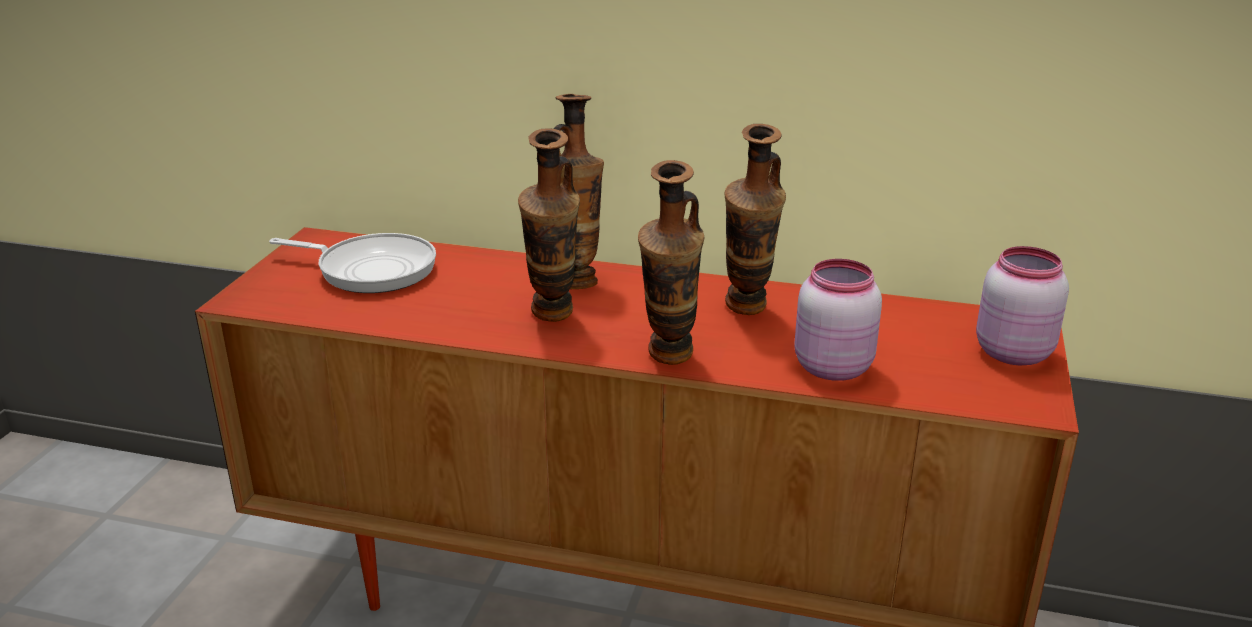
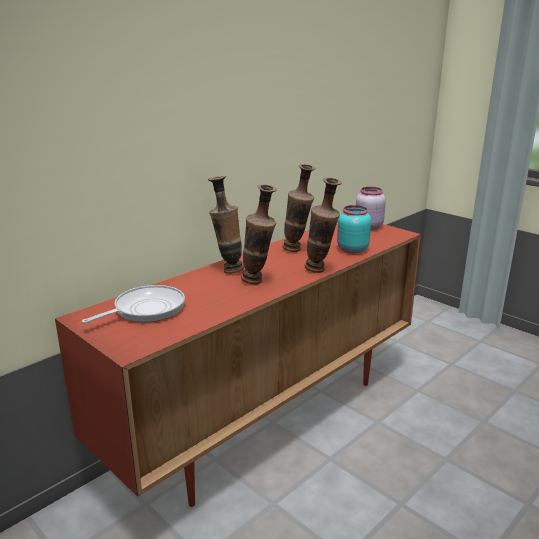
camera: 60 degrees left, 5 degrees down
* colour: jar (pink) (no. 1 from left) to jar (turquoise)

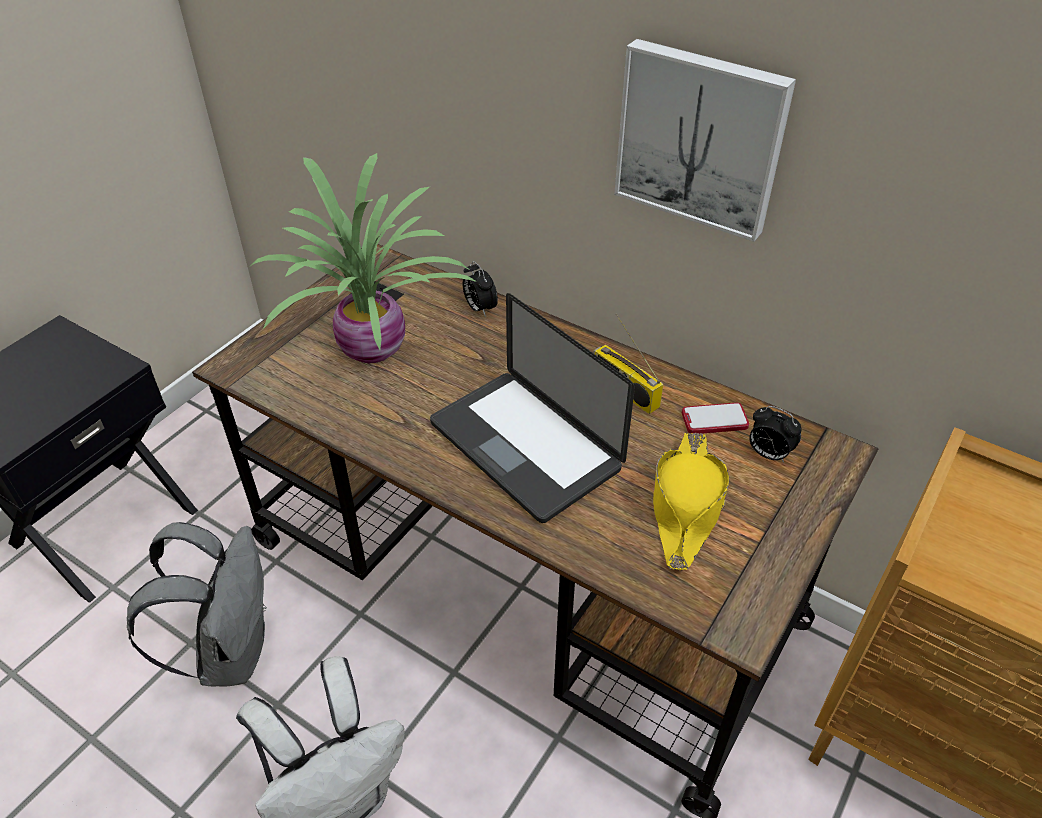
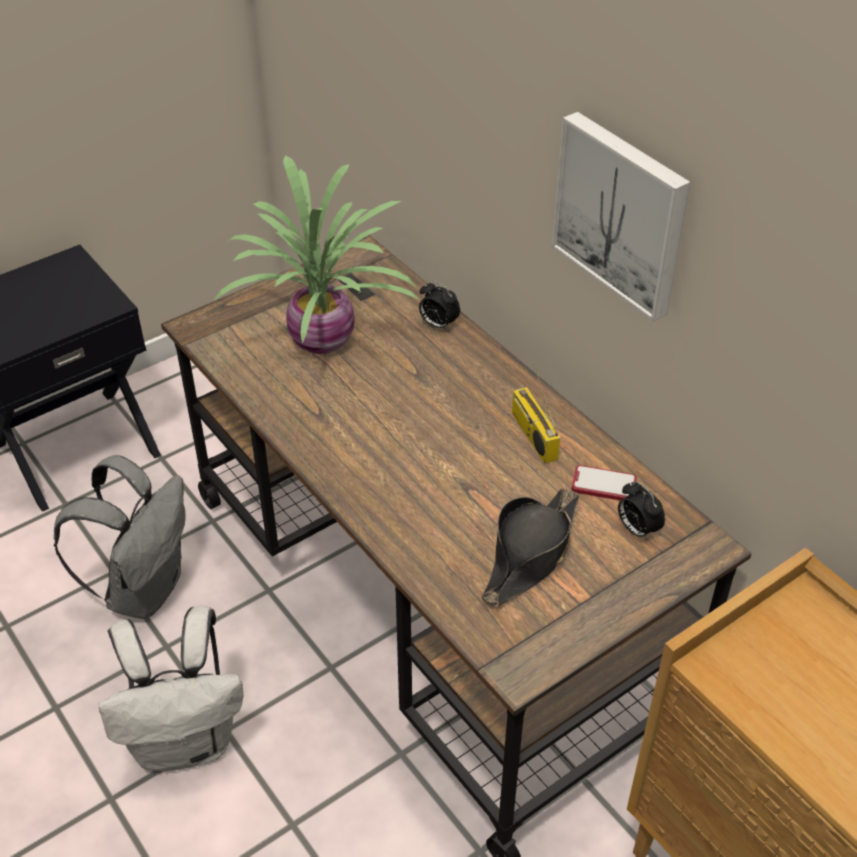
camera: 20 degrees right, 0 degrees up
* missing: laptop
* spun: alarm clock (no. 1 from left) 45 degrees counterclockwise
* colour: hat (yellow) to hat (black)

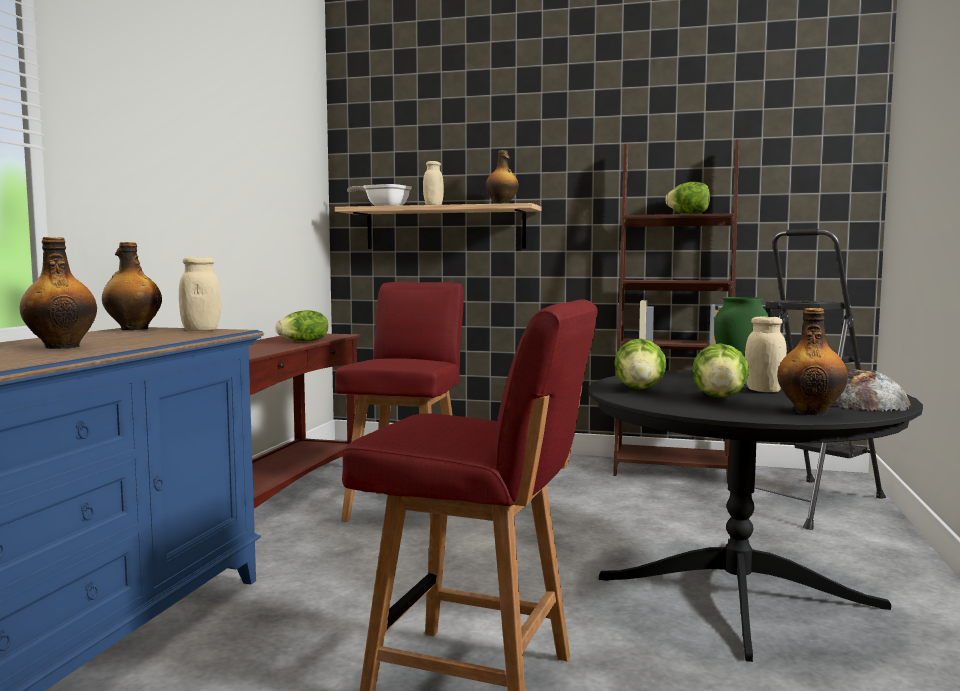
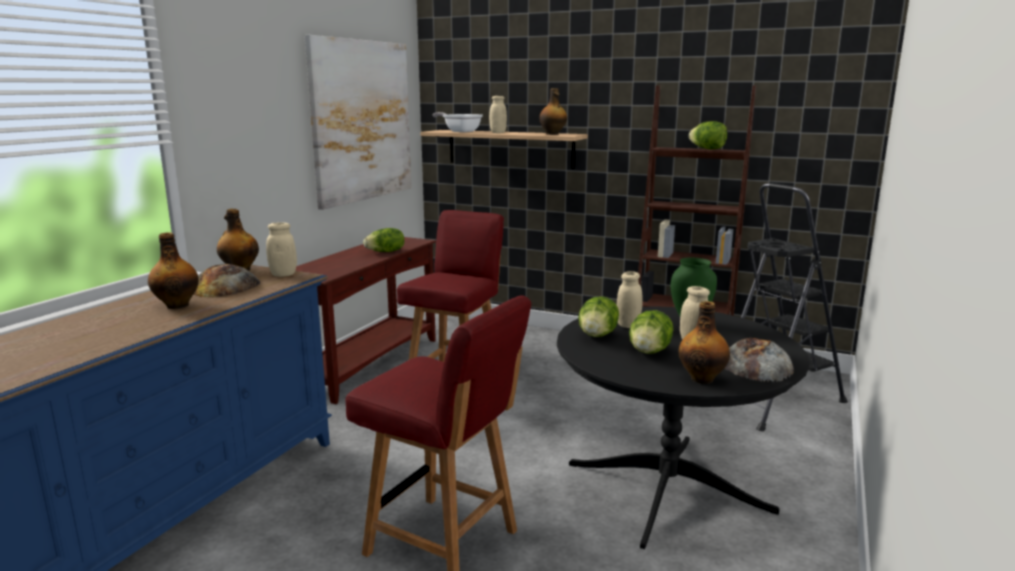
camera: 10 degrees right, 10 degrees up
* appeared: bread (no. 1 from left)
* appeared: picture
* appeared: jar (beige) (no. 3 from left)

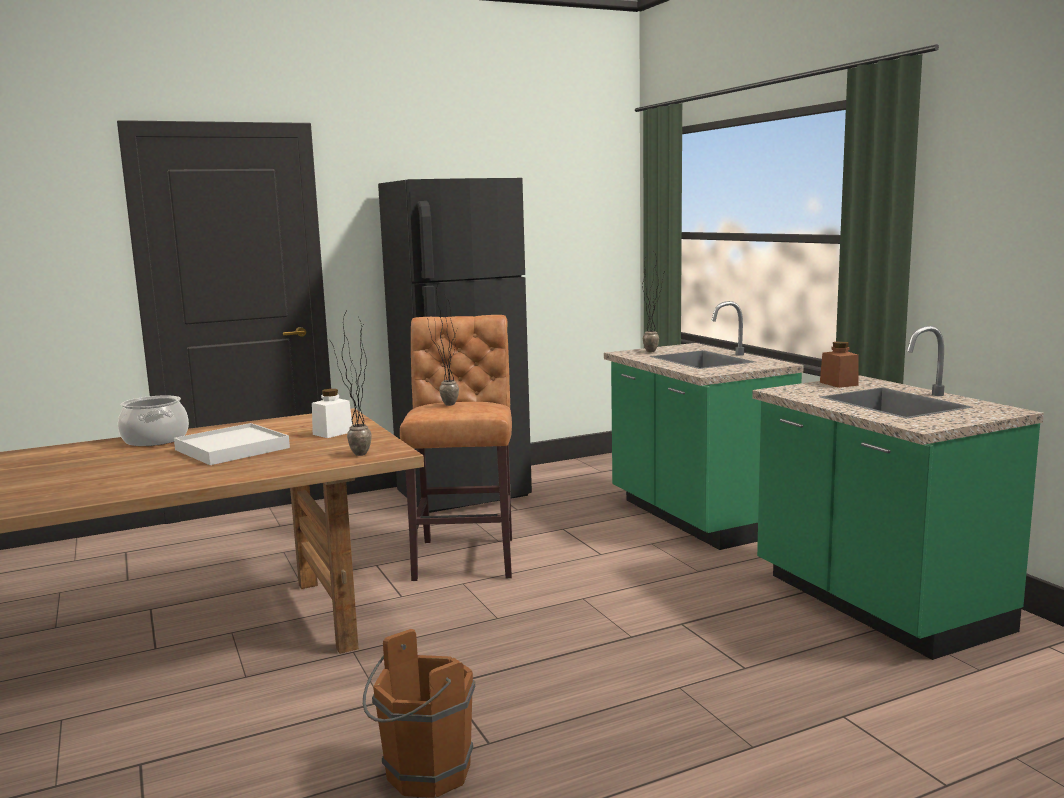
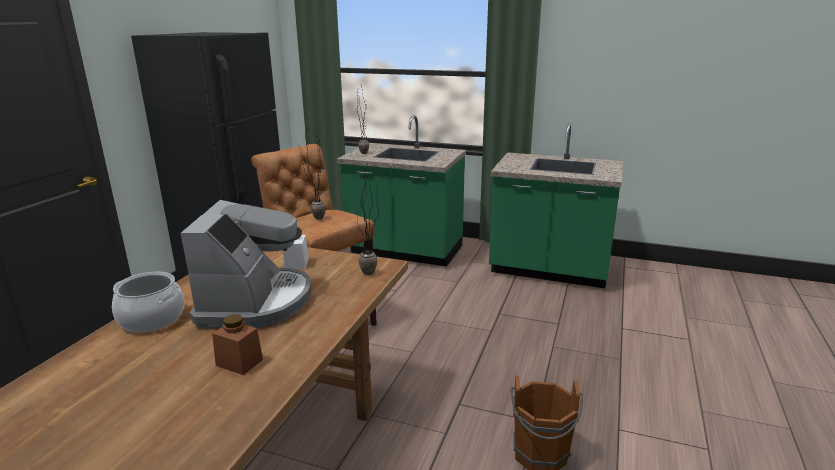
camera: 45 degrees left, 10 degrees up
* exchanged: tray (white) to coffee machine
* relocated: jar (brown)

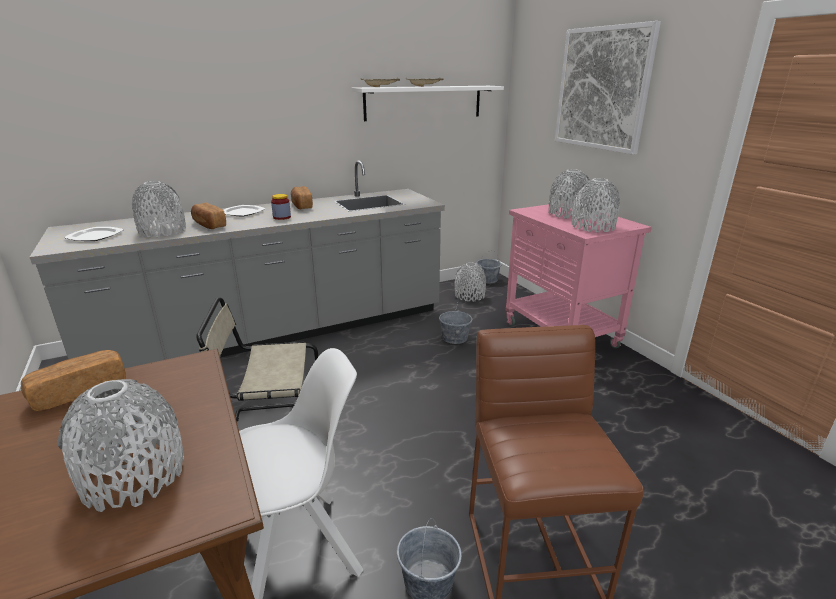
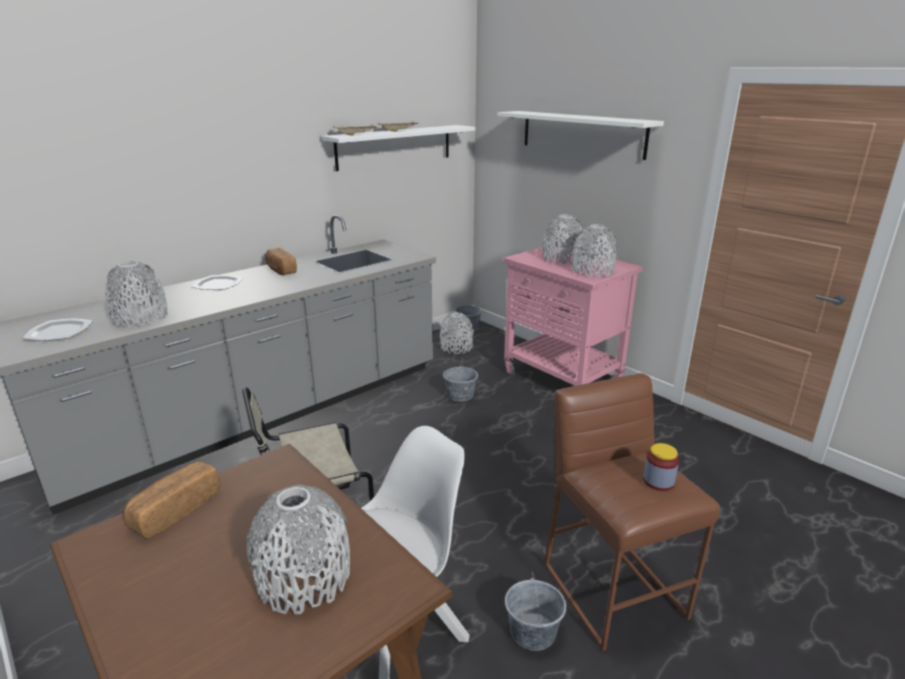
camera: 15 degrees left, 0 degrees up
* missing: bread (no. 2 from left)
* relocated: jar
* exchanged: picture to shelf (white) (no. 2 from left)

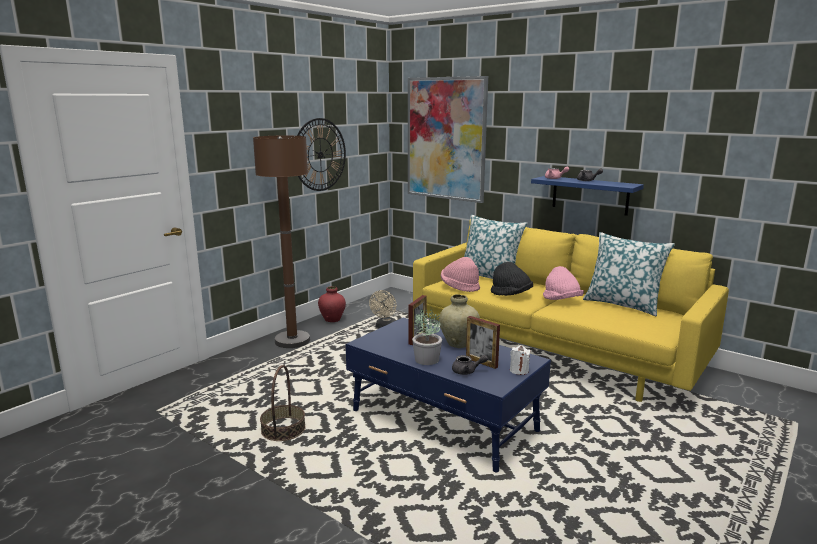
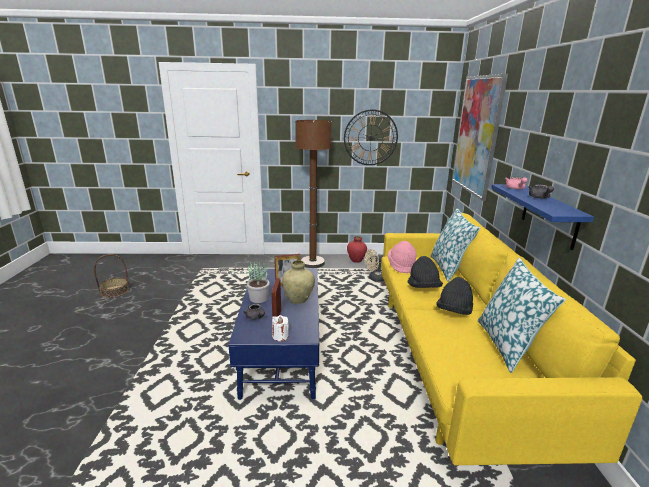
camera: 50 degrees right, 5 degrees up
* relocated: basket
* colour: hat (pink) (no. 2 from left) to hat (black) (no. 2 from left)

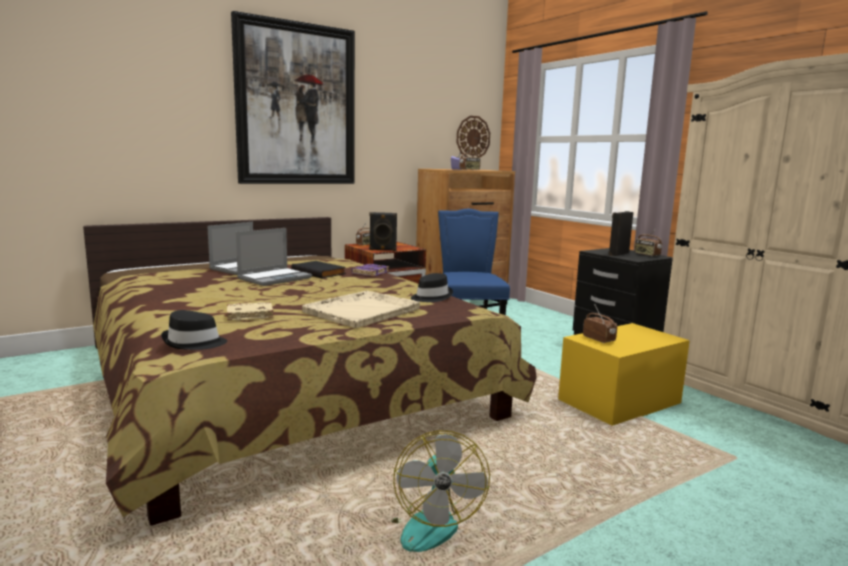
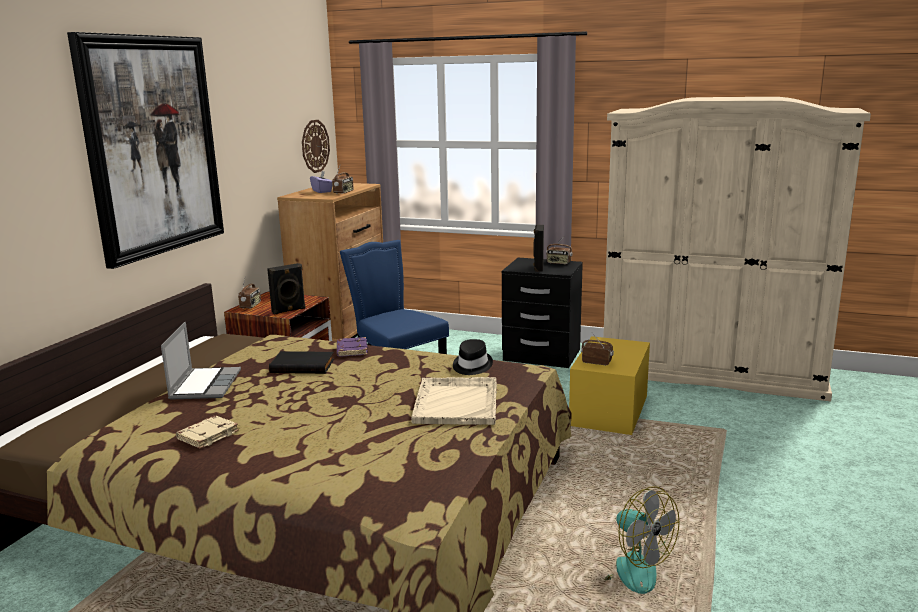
camera: 35 degrees left, 5 degrees up
* missing: hat (black) (no. 1 from left)
* relocated: book (beige)
* missing: laptop (no. 2 from left)

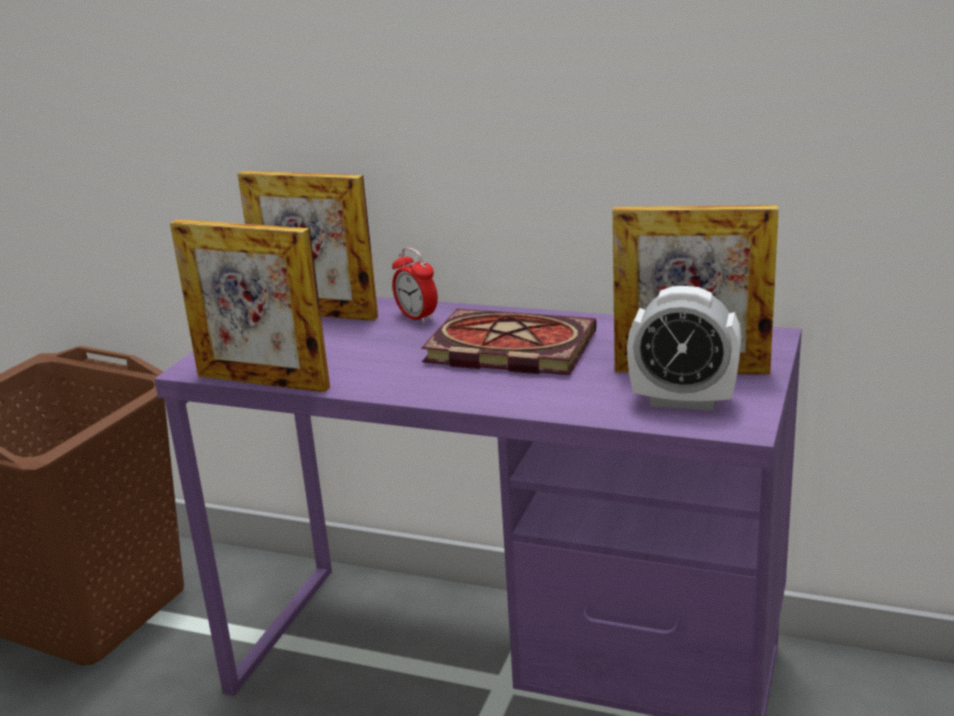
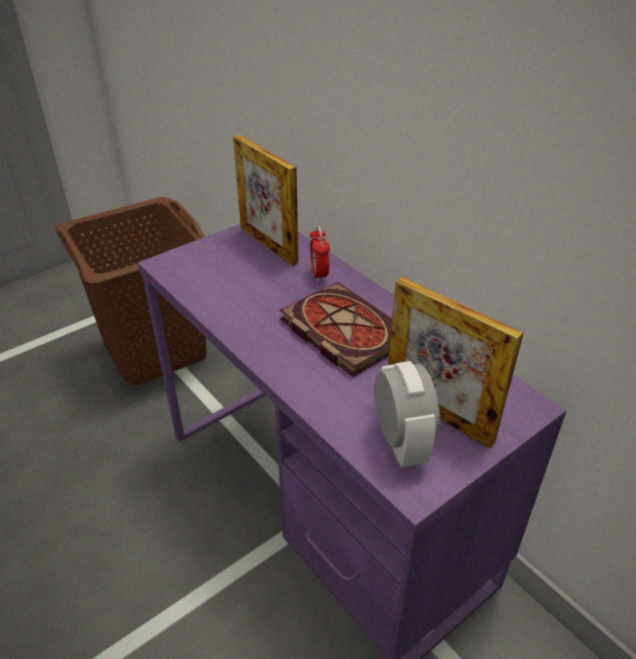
camera: 30 degrees right, 15 degrees up
* missing: picture frame (no. 1 from left)
* spun: alarm clock (no. 2 from left) 150 degrees counterclockwise

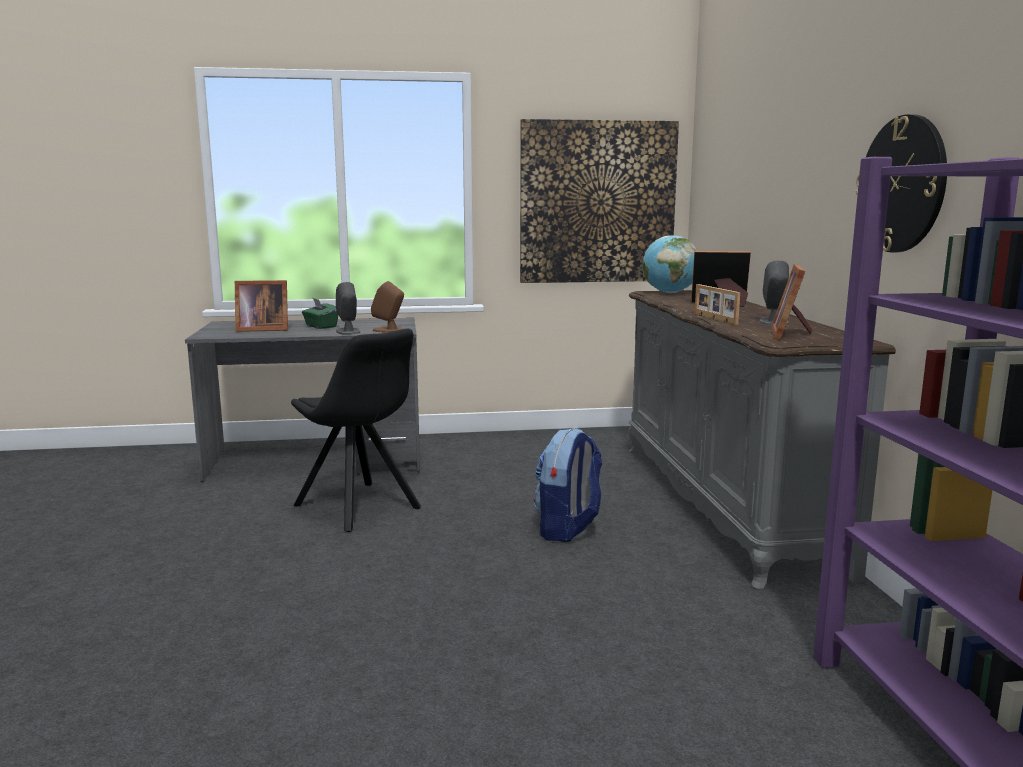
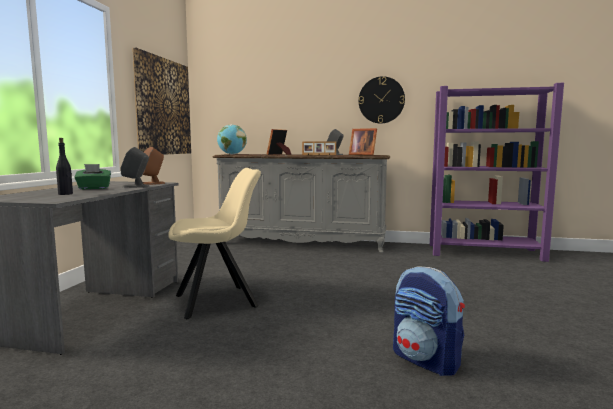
camera: 70 degrees left, 5 degrees down
* exchanged: picture frame (no. 1 from left) to bottle (black)
* colour: chair (black) to chair (beige)
* relocated: backpack

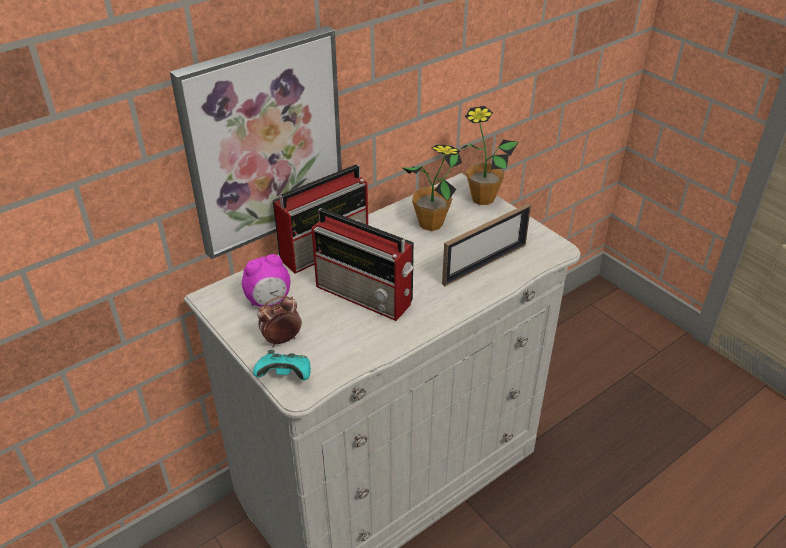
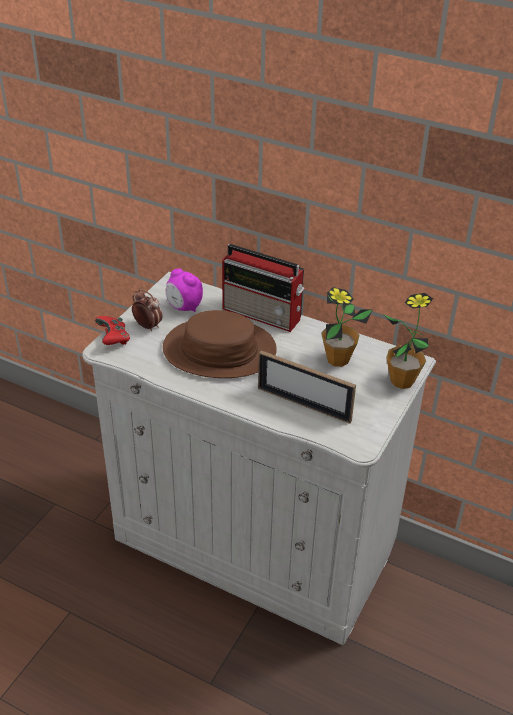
camera: 65 degrees right, 0 degrees up
* missing: picture
* colour: game controller (turquoise) to game controller (red)
* exchanged: radio (no. 2 from left) to hat (brown)

